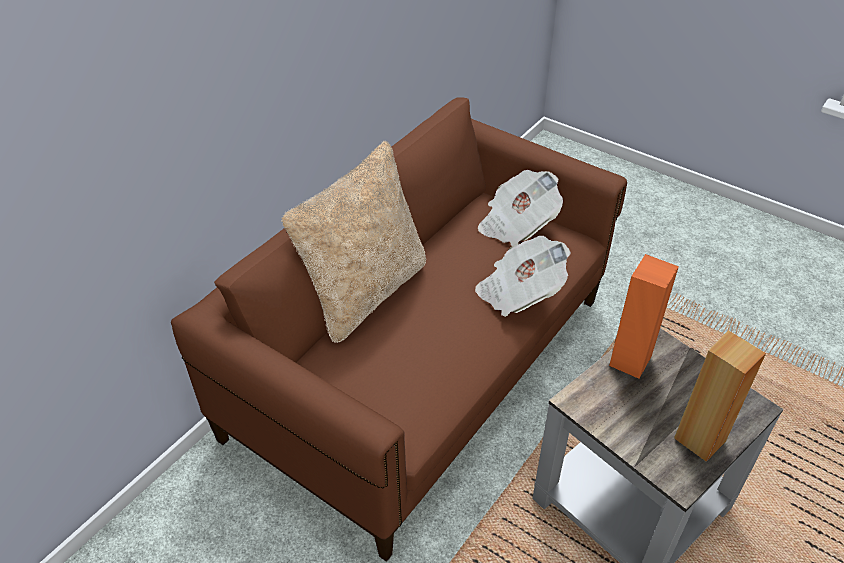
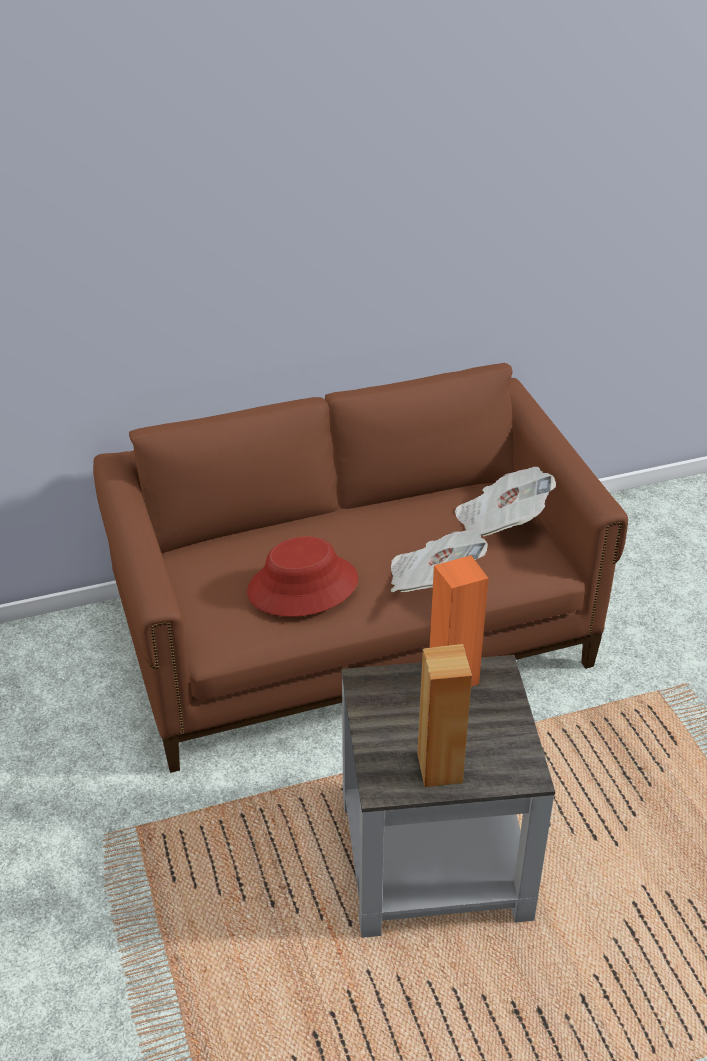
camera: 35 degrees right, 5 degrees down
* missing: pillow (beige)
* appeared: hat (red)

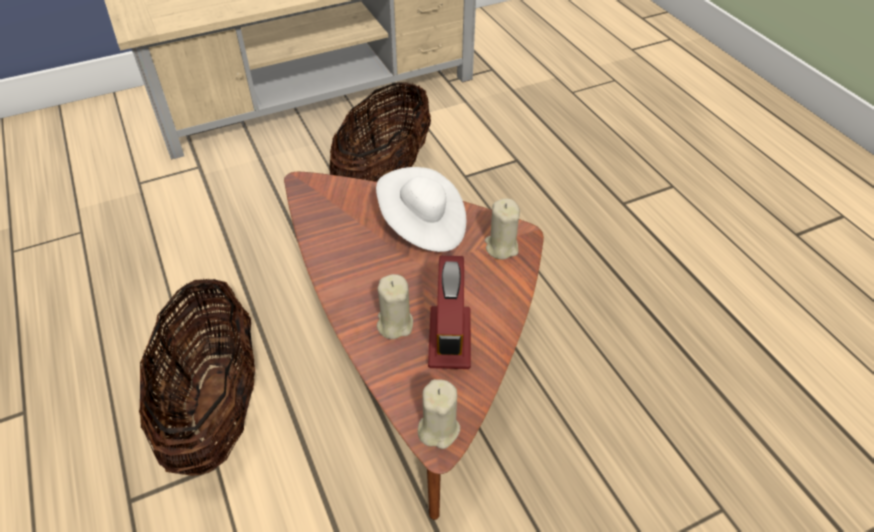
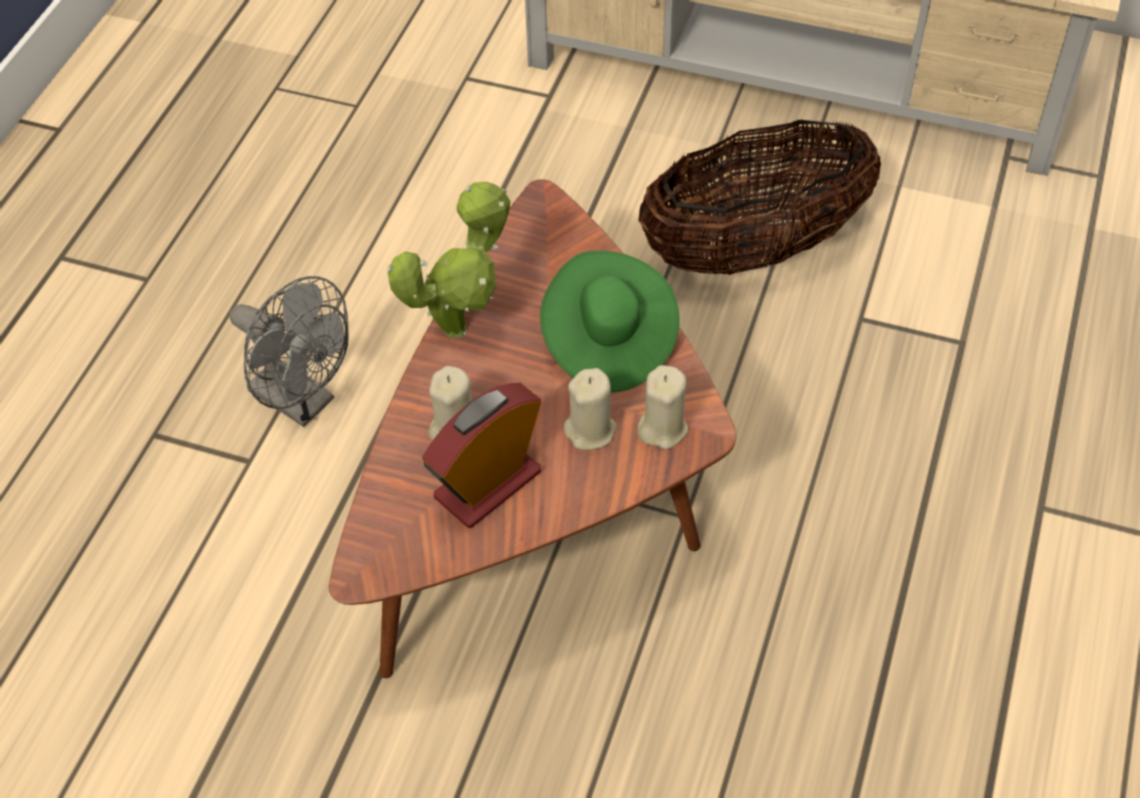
camera: 45 degrees right, 5 degrees up
* exchanged: basket (no. 1 from left) to fan (grey)
* colour: hat (white) to hat (green)
* relocated: candle (beige) (no. 2 from left)
* appeared: potted plant

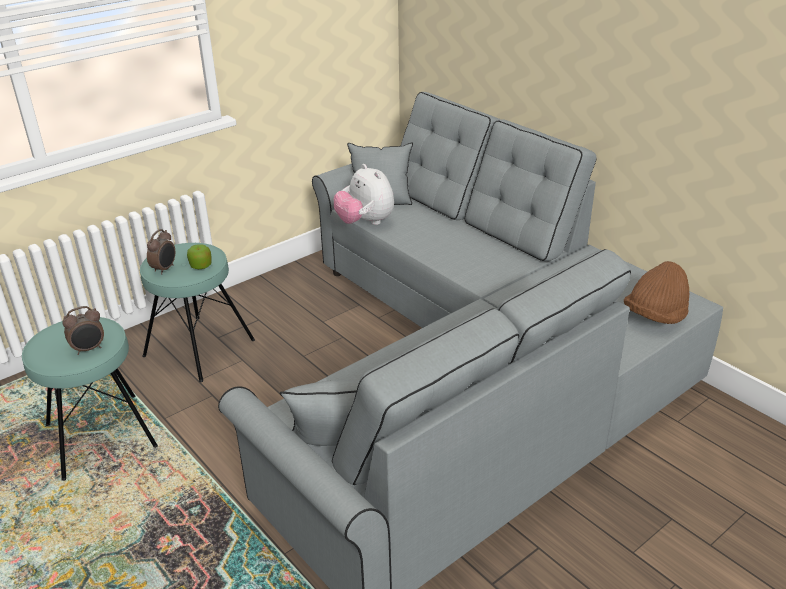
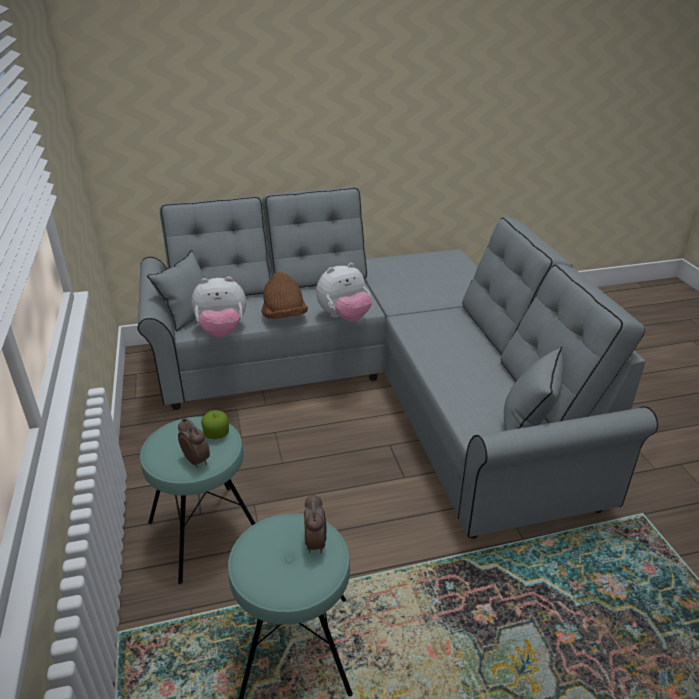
camera: 65 degrees left, 0 degrees up
* relocated: hat (brown)
* appeared: plush toy (no. 2 from left)

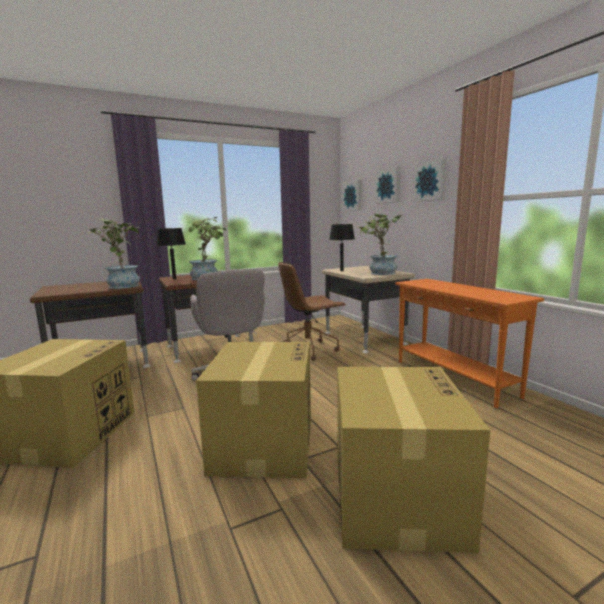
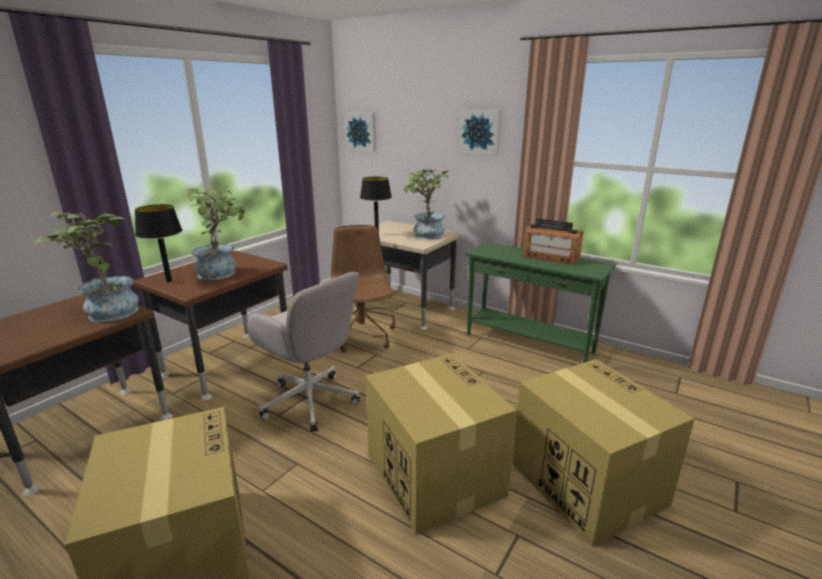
camera: 30 degrees left, 10 degrees up
* spun: office chair (brown) 135 degrees clockwise
* missing: picture (no. 2 from left)
* colour: console table (orange) to console table (green)
* appeared: radio

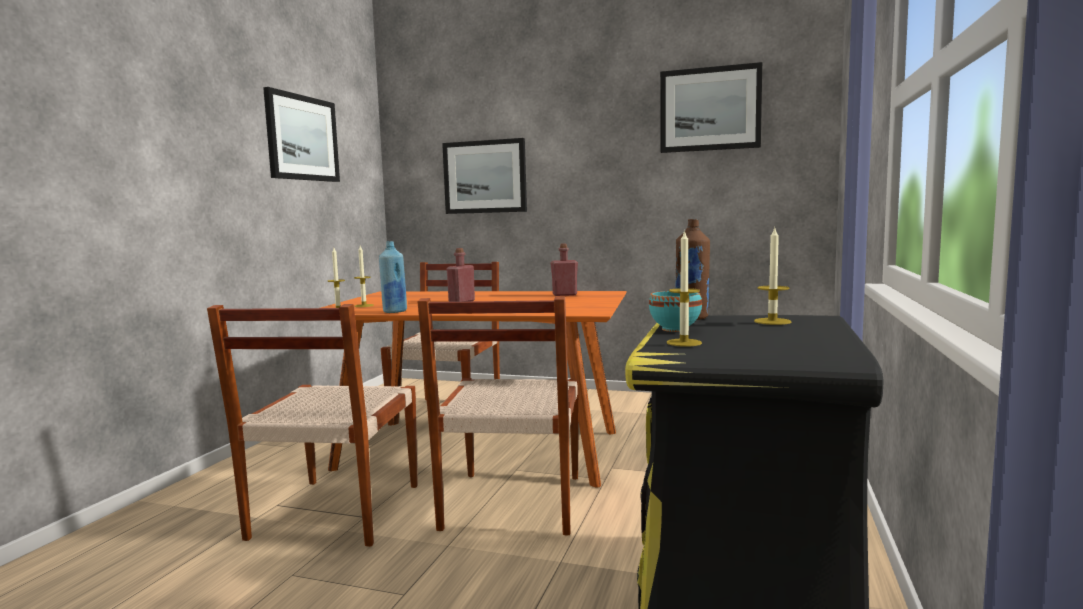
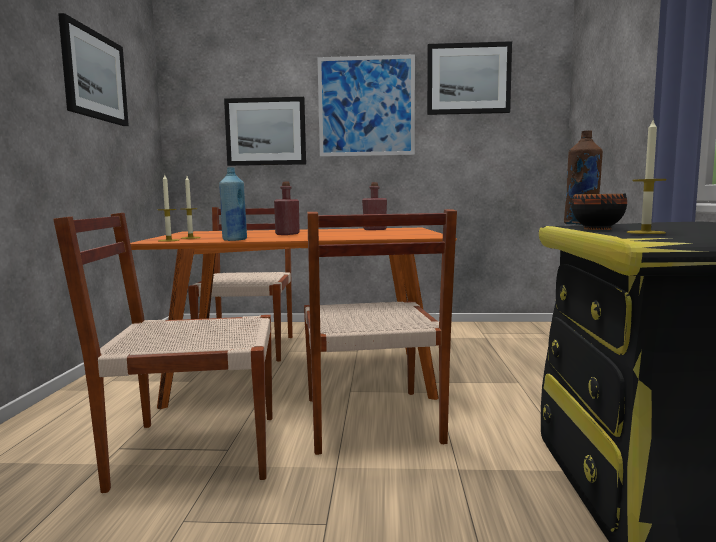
camera: 15 degrees left, 0 degrees up
* spun: chair (no. 1 from left) 90 degrees clockwise
* colour: bowl (turquoise) to bowl (black)
* missing: candle (no. 4 from left)
* appeared: picture (no. 3 from left)

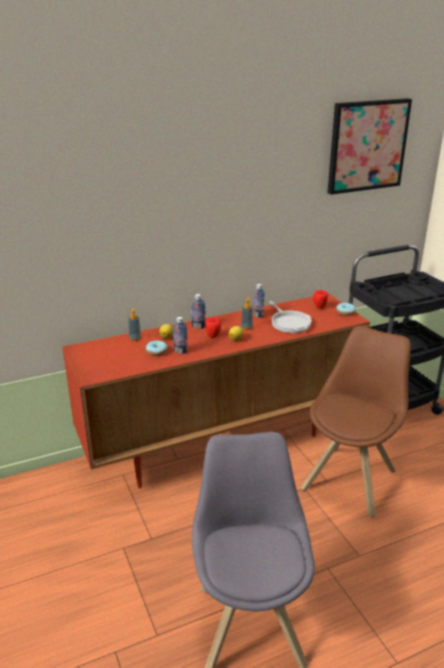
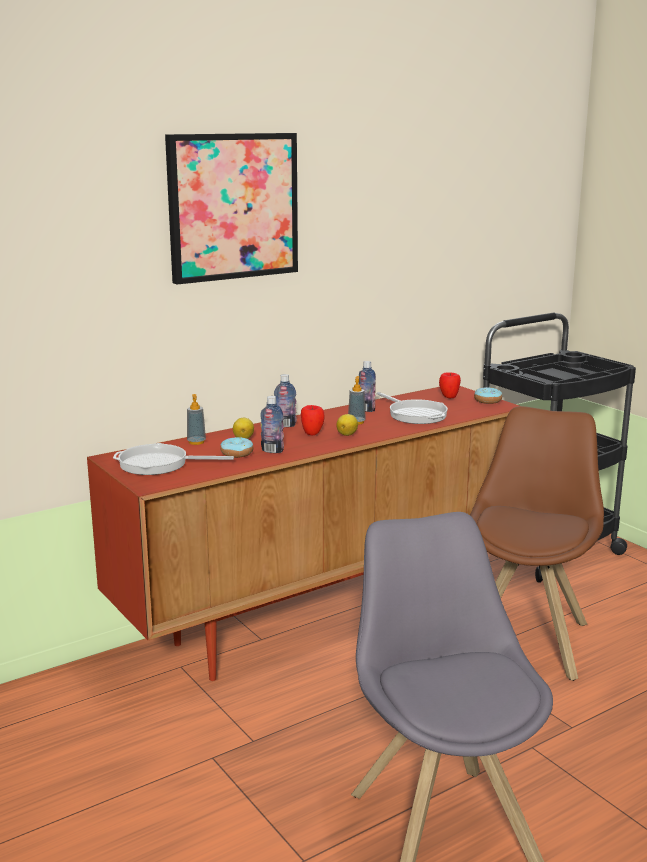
camera: 10 degrees left, 10 degrees down
* relocated: picture
* appeared: frying pan (no. 1 from left)

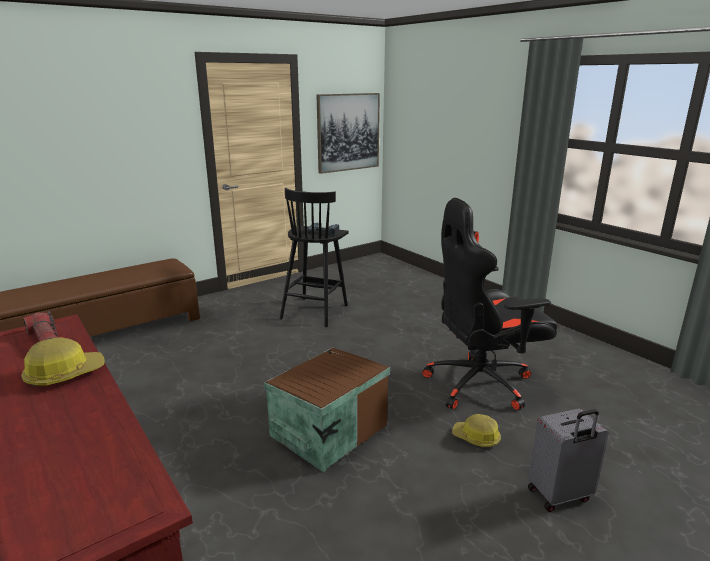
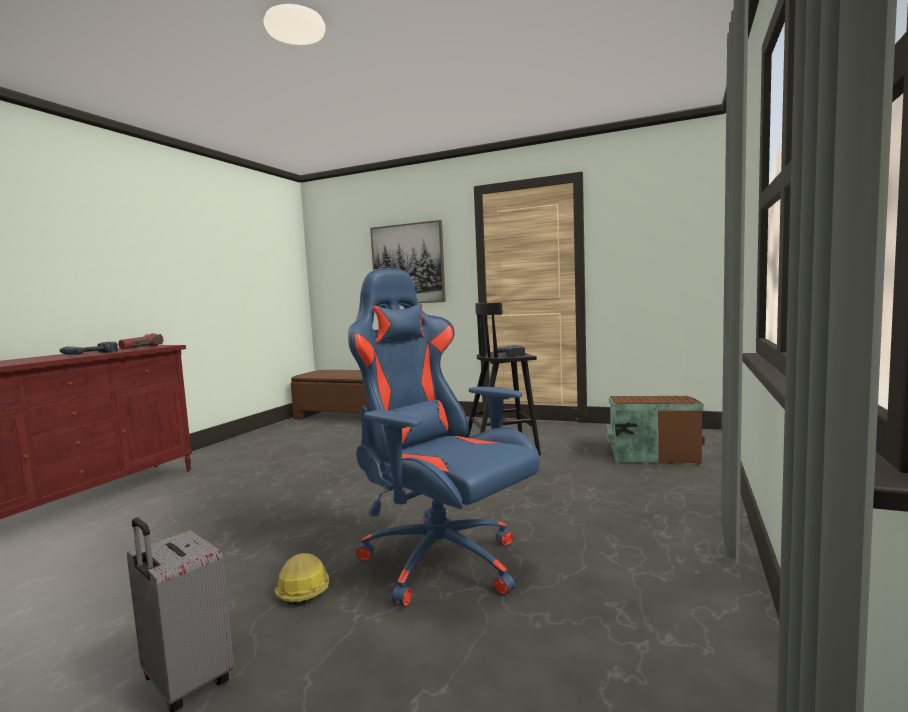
camera: 60 degrees right, 15 degrees down
* exchanged: hard hat (no. 1 from left) to power drill (no. 1 from left)
* relocated: storage box (brown)
* relocated: picture
* colour: office chair (black) to office chair (blue)

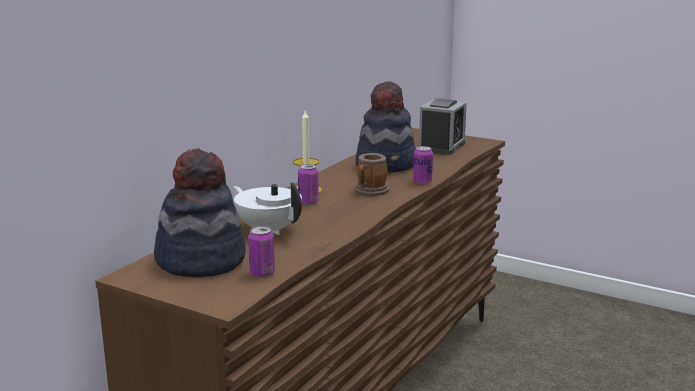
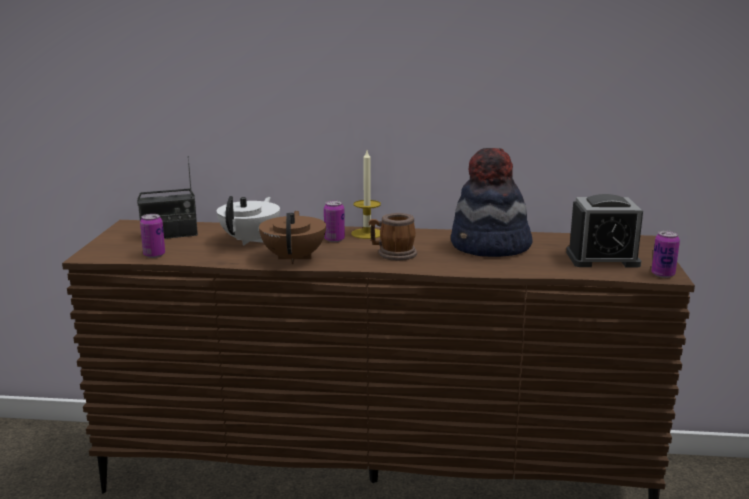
camera: 65 degrees right, 0 degrees up
* exchanged: hat (no. 1 from left) to radio
* relocated: can (no. 3 from left)
* appeared: teapot (brown)

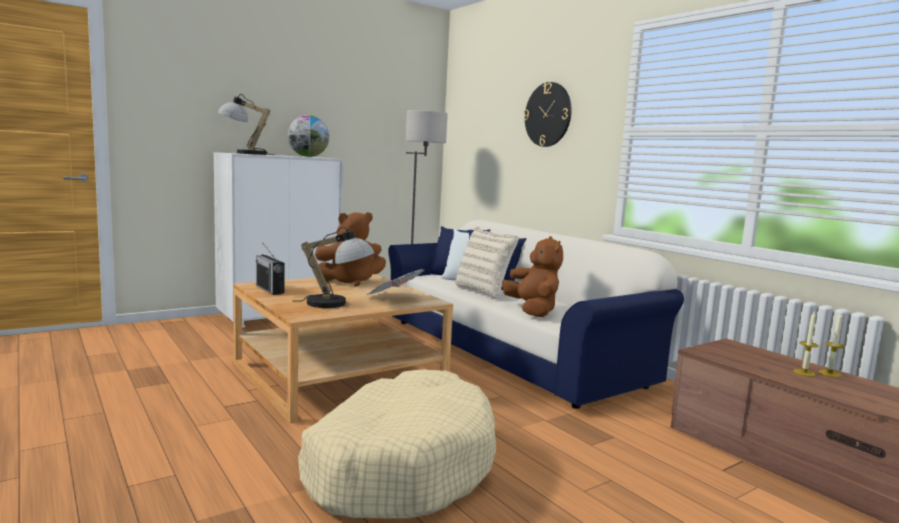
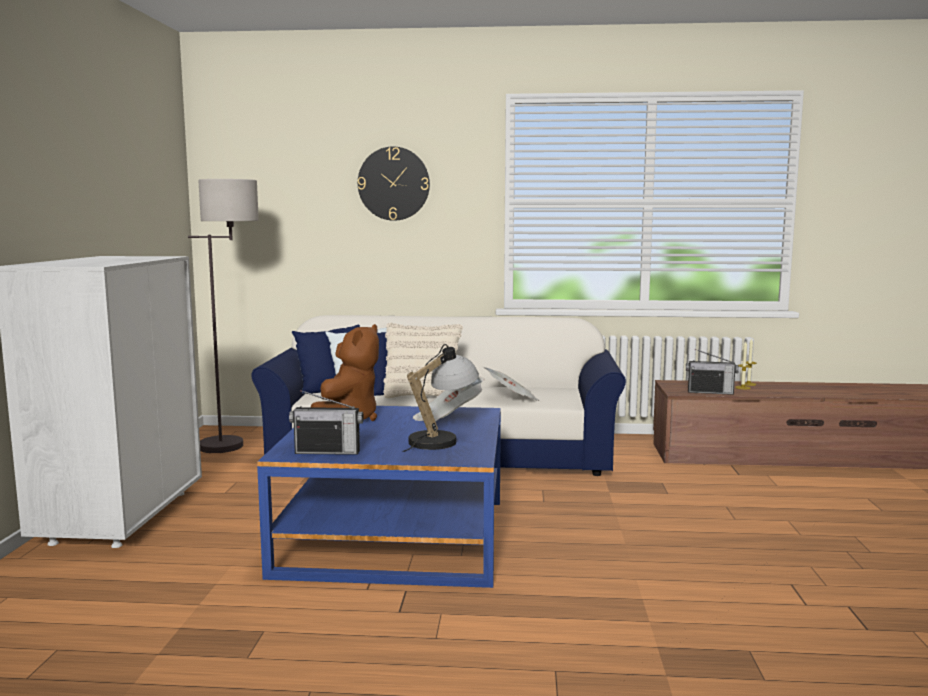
camera: 50 degrees left, 0 degrees up
* missing: table lamp (no. 1 from left)
* colour: coffee table (beige) to coffee table (blue)
* missing: globe
* missing: dog bed (beige)
* exchanged: plush toy (brown) (no. 2 from left) to newspaper (no. 2 from left)
* appeared: radio (no. 2 from left)

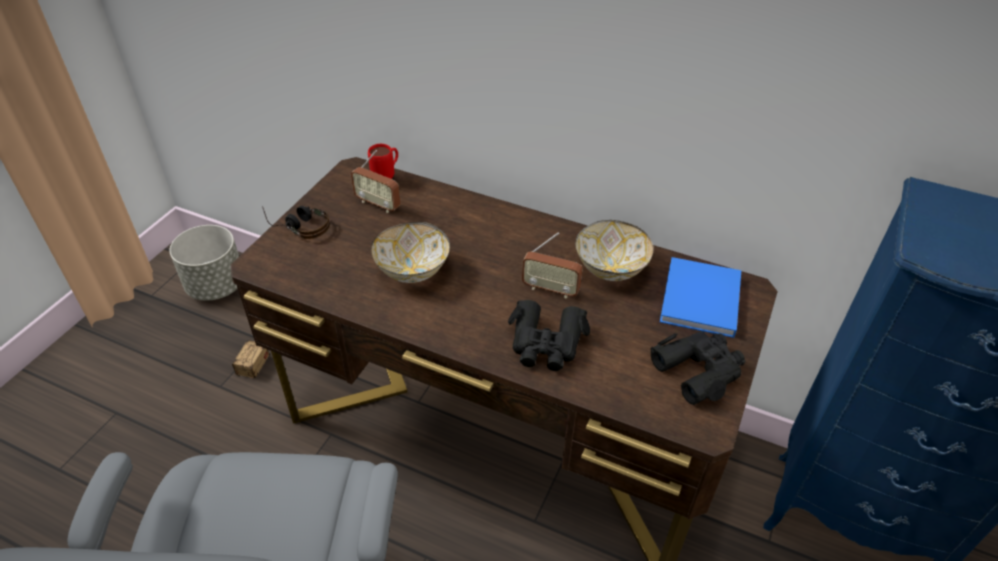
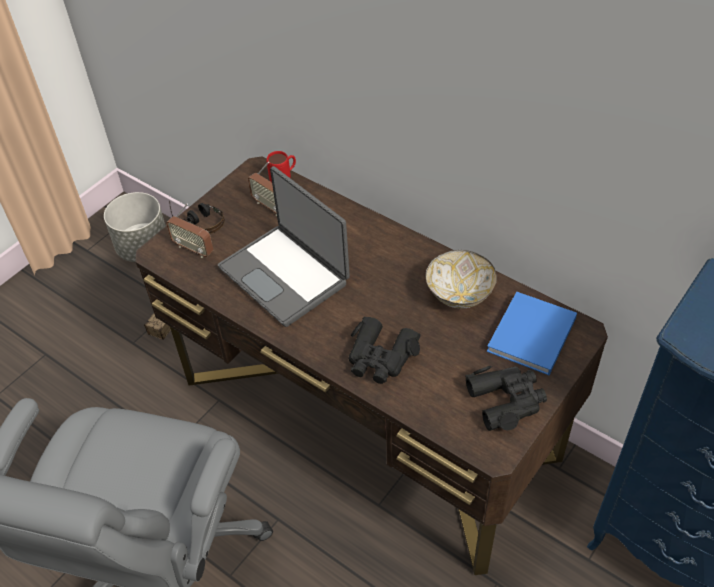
camera: 15 degrees right, 5 degrees up
* exchanged: bowl (no. 1 from left) to laptop
* relocated: radio (no. 2 from left in the first image) to radio (no. 1 from left)

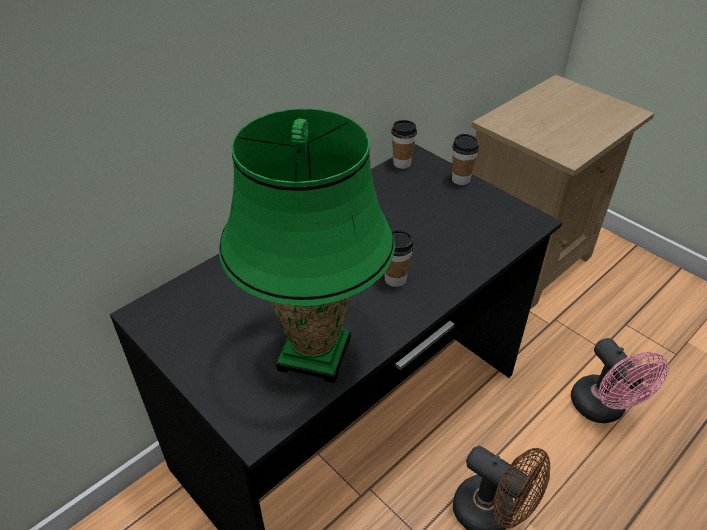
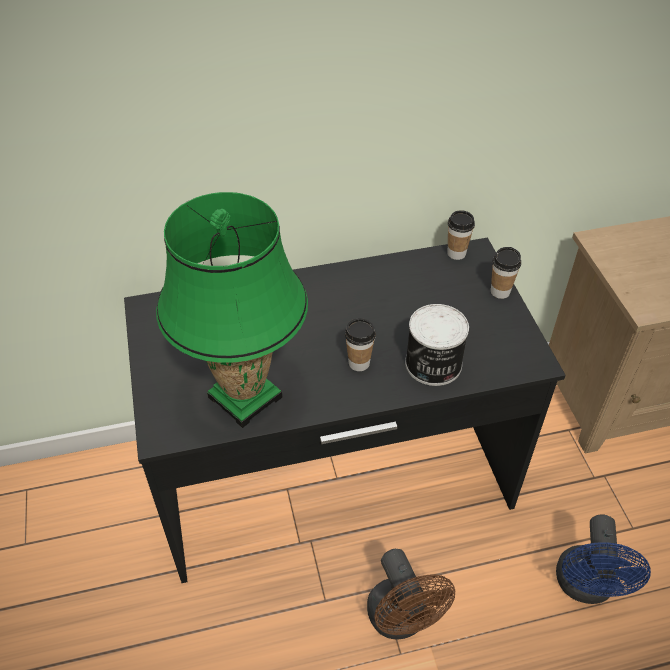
camera: 30 degrees right, 5 degrees up
* colour: fan (pink) to fan (blue)
* appeared: can

